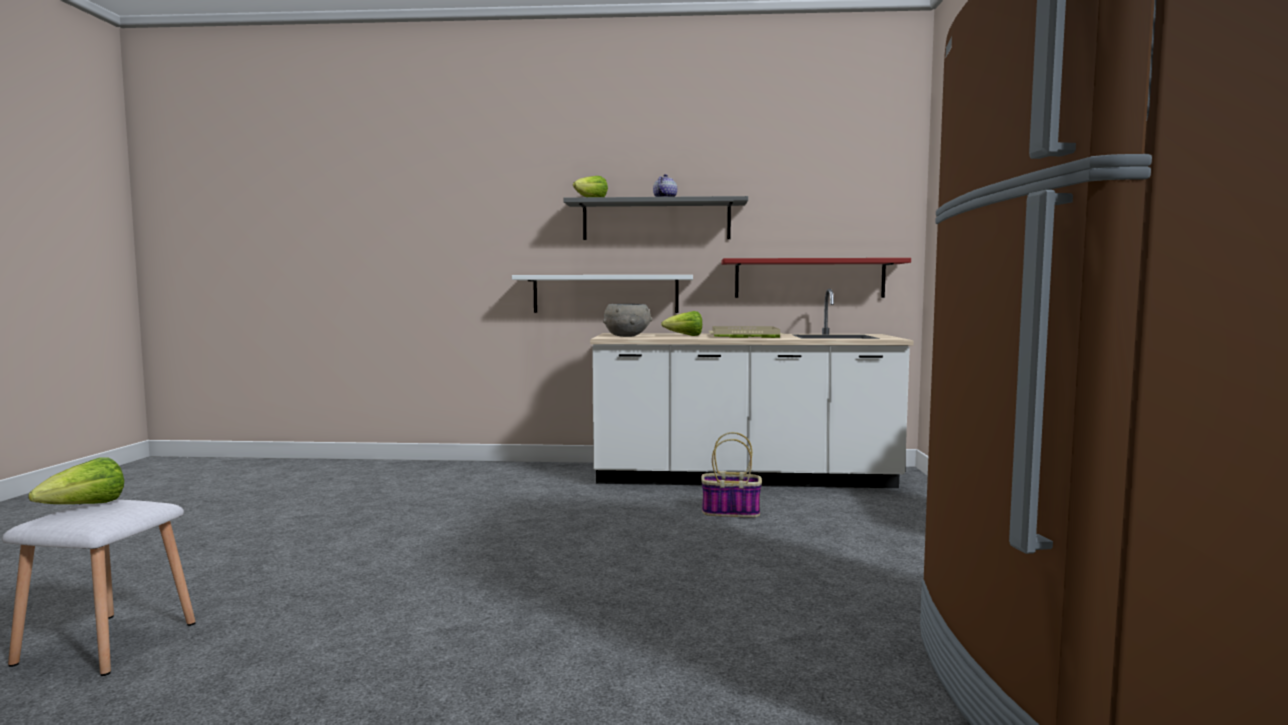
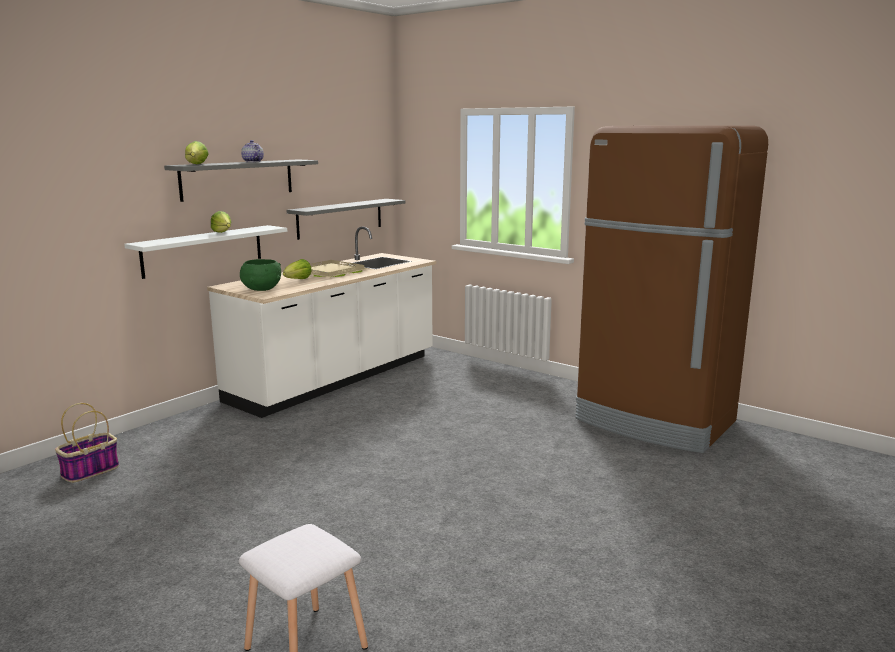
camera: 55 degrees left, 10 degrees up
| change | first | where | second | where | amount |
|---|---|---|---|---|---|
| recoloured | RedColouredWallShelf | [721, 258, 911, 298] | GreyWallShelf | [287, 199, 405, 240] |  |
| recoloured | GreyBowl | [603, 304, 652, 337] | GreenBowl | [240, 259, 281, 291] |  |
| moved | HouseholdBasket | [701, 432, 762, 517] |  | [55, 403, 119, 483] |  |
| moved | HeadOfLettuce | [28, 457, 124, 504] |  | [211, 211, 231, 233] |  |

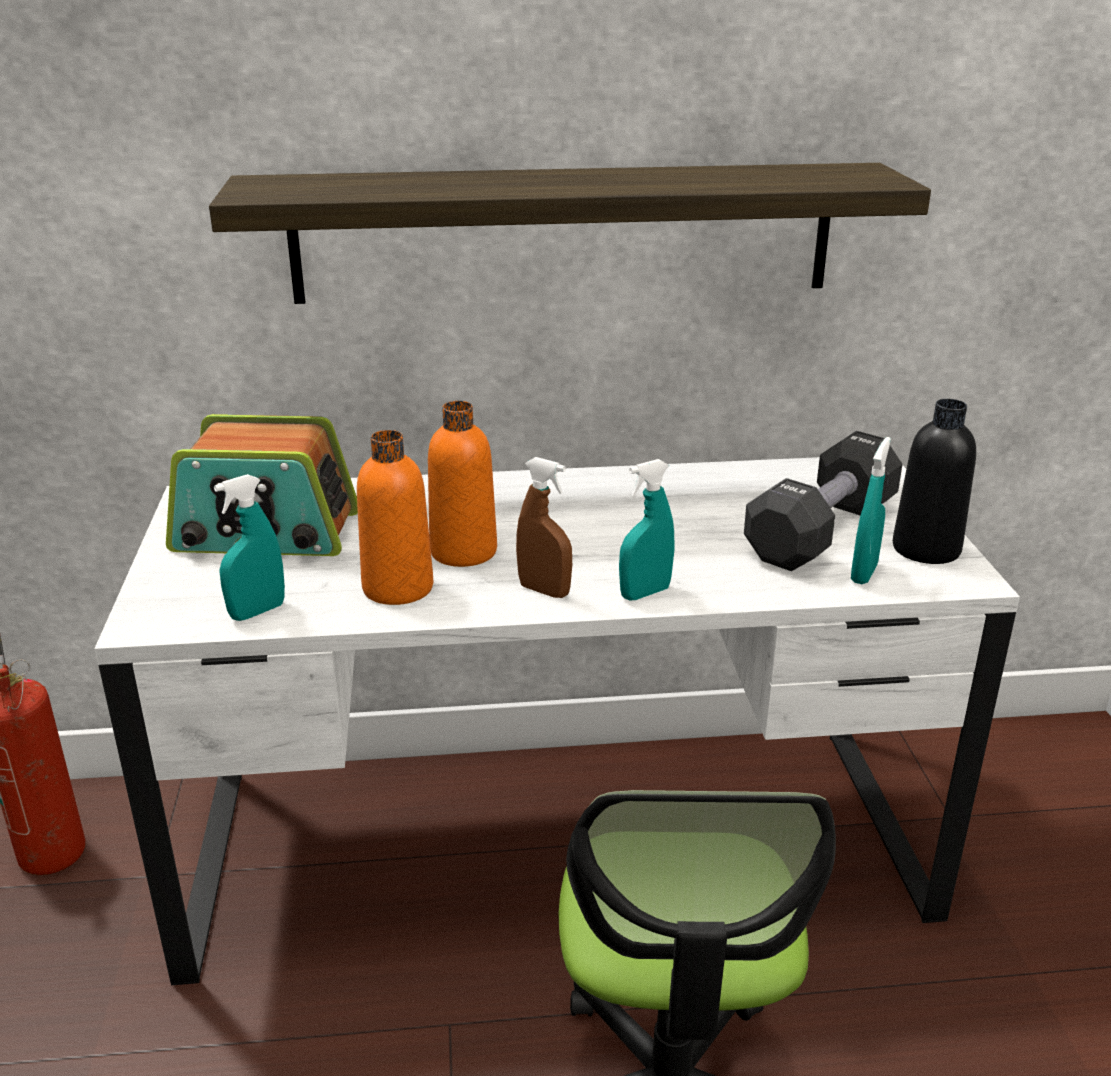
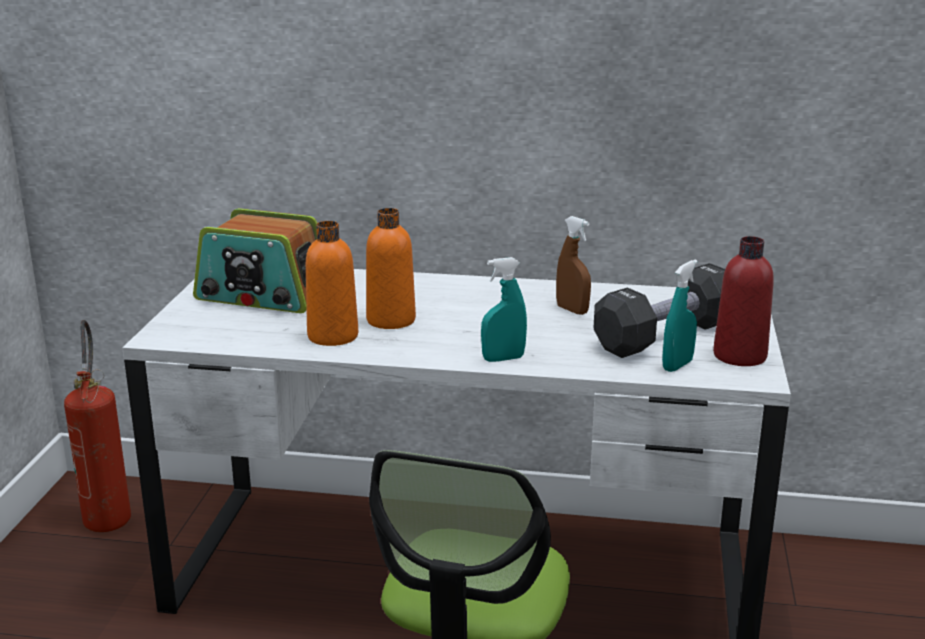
camera: 15 degrees right, 5 degrees down
| change | first | where | second | where | amount |
|---|---|---|---|---|---|
| removed | WallShelf | [209, 163, 931, 304] |  |  |  |
| recoloured | BlackishBeverageBottle | [893, 399, 976, 564] | RedColouredBeverageBottle | [713, 236, 774, 366] |  |
| moved | BrownColouredSprayer | [516, 457, 572, 598] |  | [556, 216, 591, 315] |  |
| removed | TurquoiseColouredSprayer | [214, 474, 285, 621] |  |  |  |

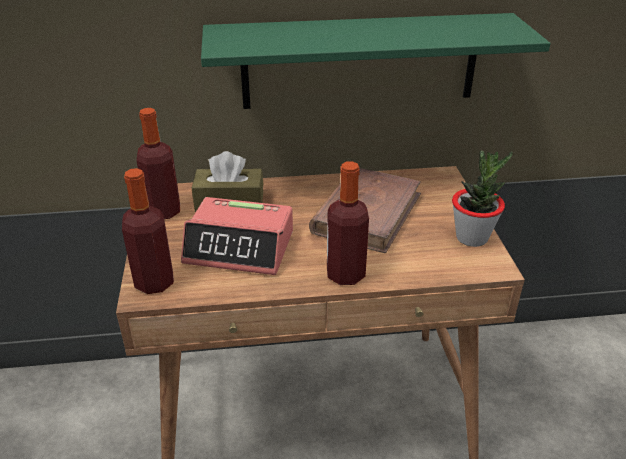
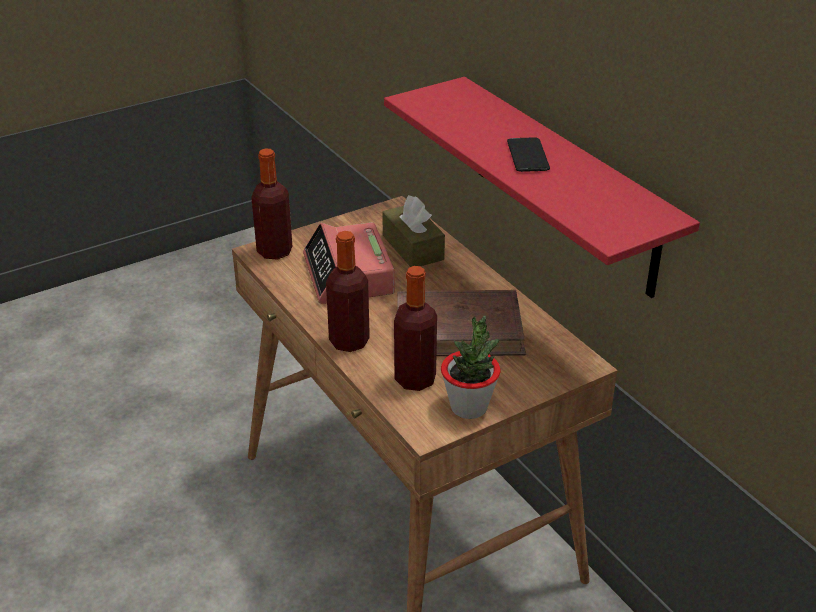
camera: 65 degrees right, 0 degrees up
| change | first | where | second | where | amount |
|---|---|---|---|---|---|
| recoloured | GreenWallShelf | [201, 13, 550, 109] | RedColouredWallShelf | [384, 77, 700, 298] |  |
| moved | BeverageBottle | [136, 108, 180, 219] |  | [394, 266, 437, 391] |  |
| added |  |  | Phone | [507, 137, 550, 172] |  |

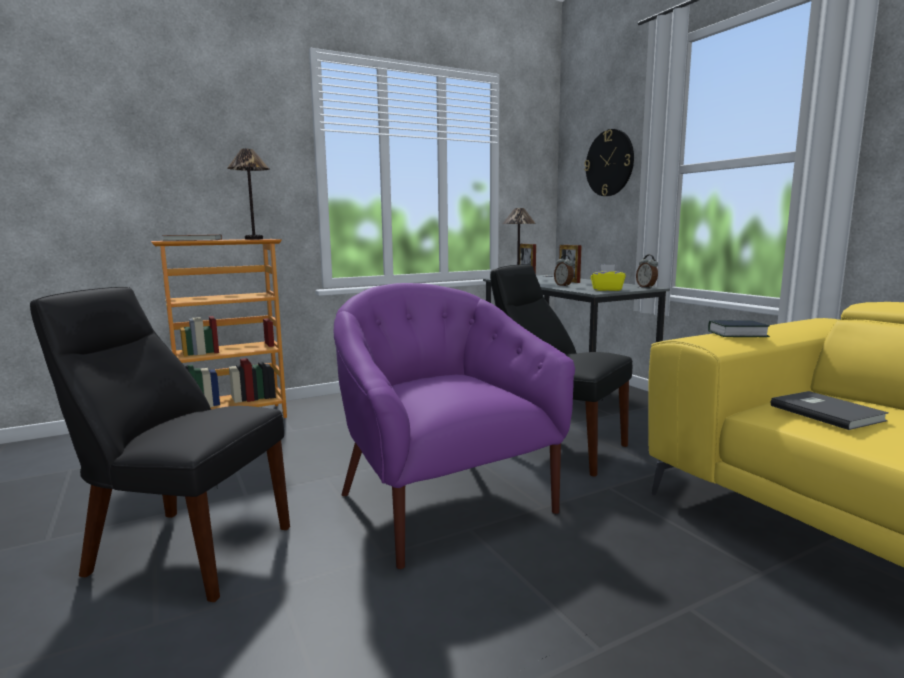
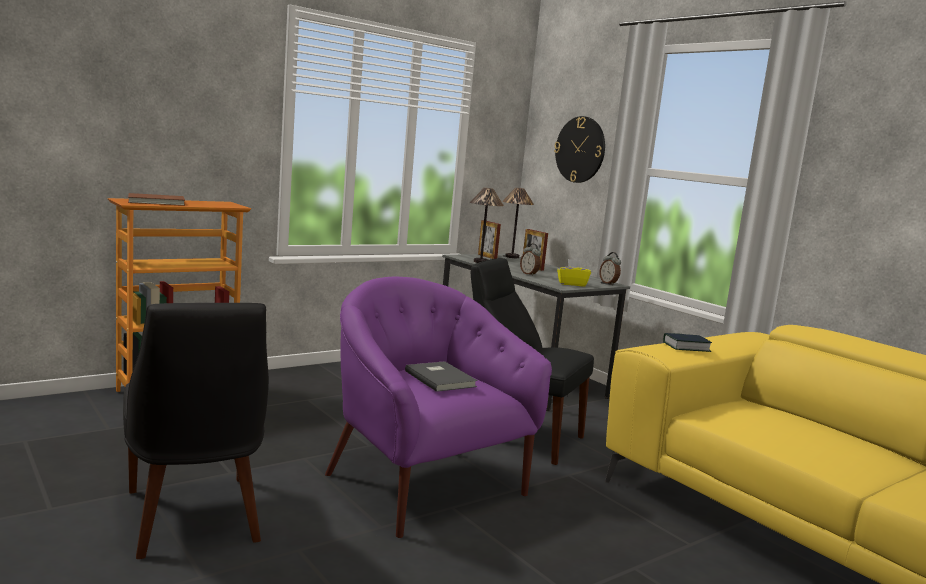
camera: 10 degrees left, 0 degrees up
| change | first | where | second | where | amount |
|---|---|---|---|---|---|
| moved | TabletopLamp | [227, 149, 269, 240] |  | [502, 188, 534, 258] |  |
| turned | BlackishUprightChair | [30, 287, 290, 602] |  | [123, 303, 269, 559] | 120 degrees counterclockwise |
| moved | GreyBoundBook | [771, 391, 889, 430] |  | [405, 361, 478, 392] |  |

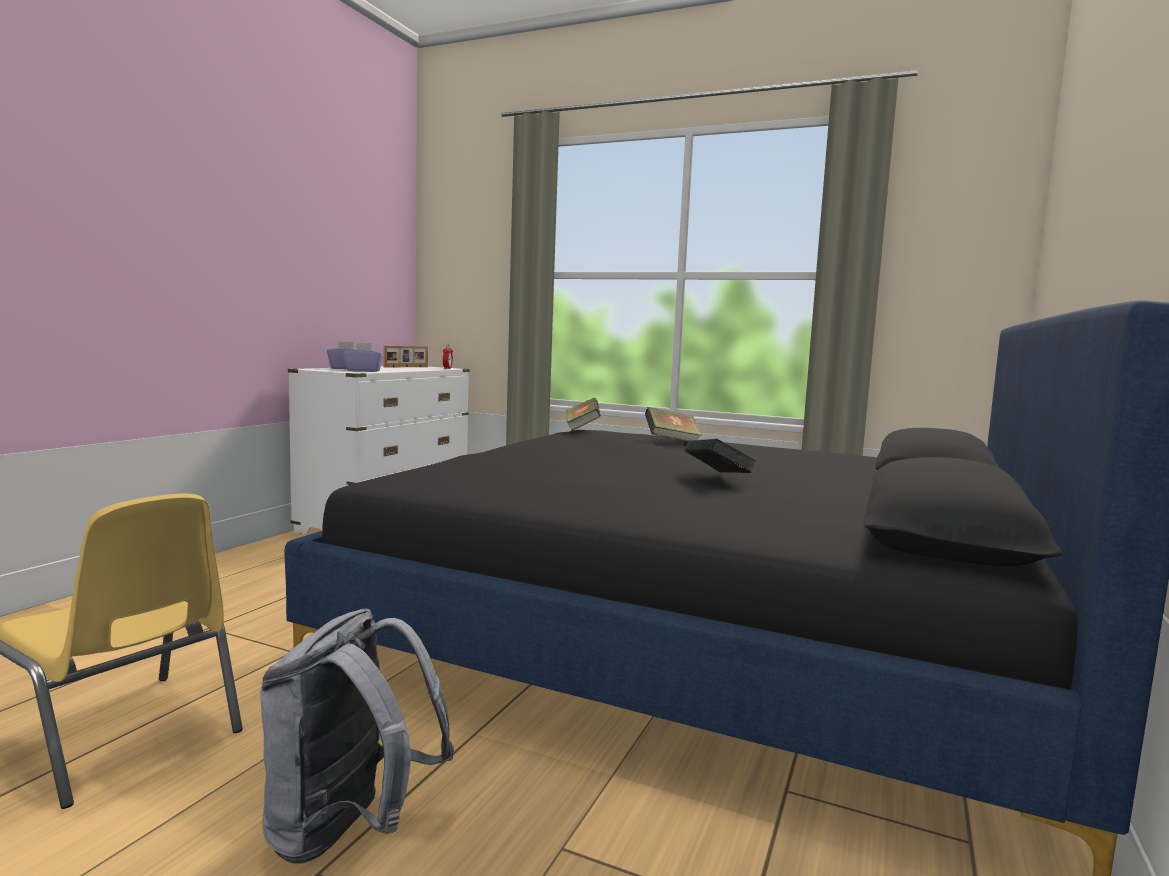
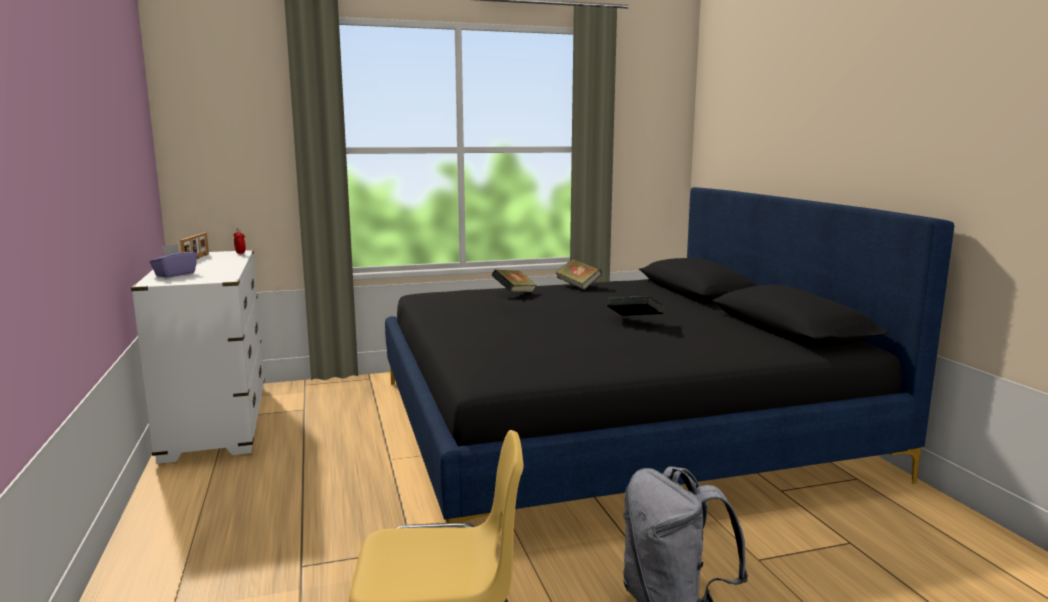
camera: 40 degrees left, 5 degrees up
| change | first | where | second | where | amount |
|---|---|---|---|---|---|
| removed | PurplishBoxOfTissues | [343, 343, 383, 372] |  |  |  |
| moved | BoundBook | [566, 398, 601, 431] |  | [556, 258, 602, 290] |  |

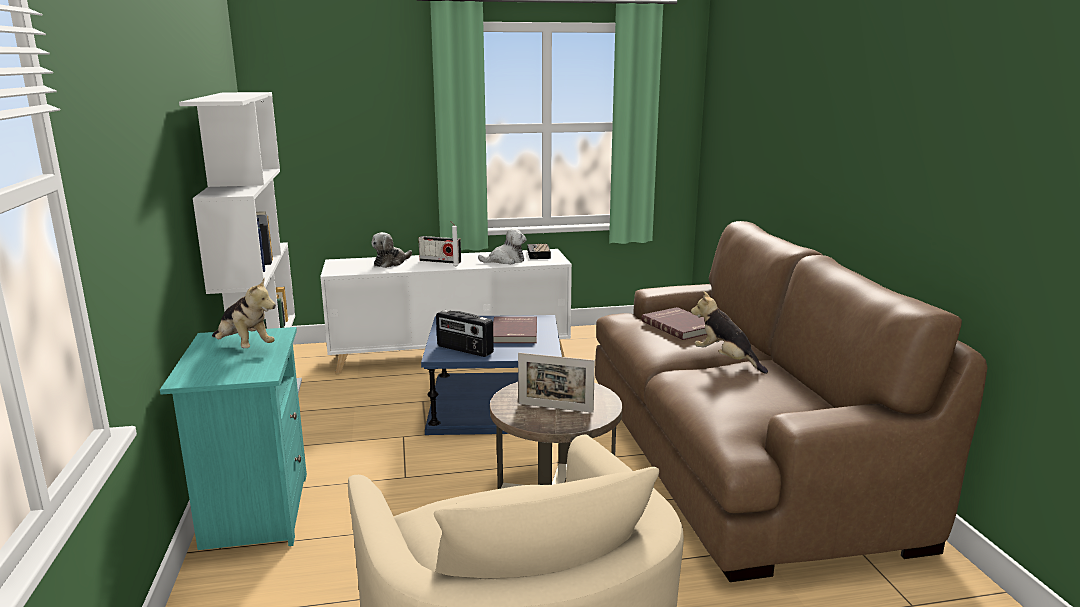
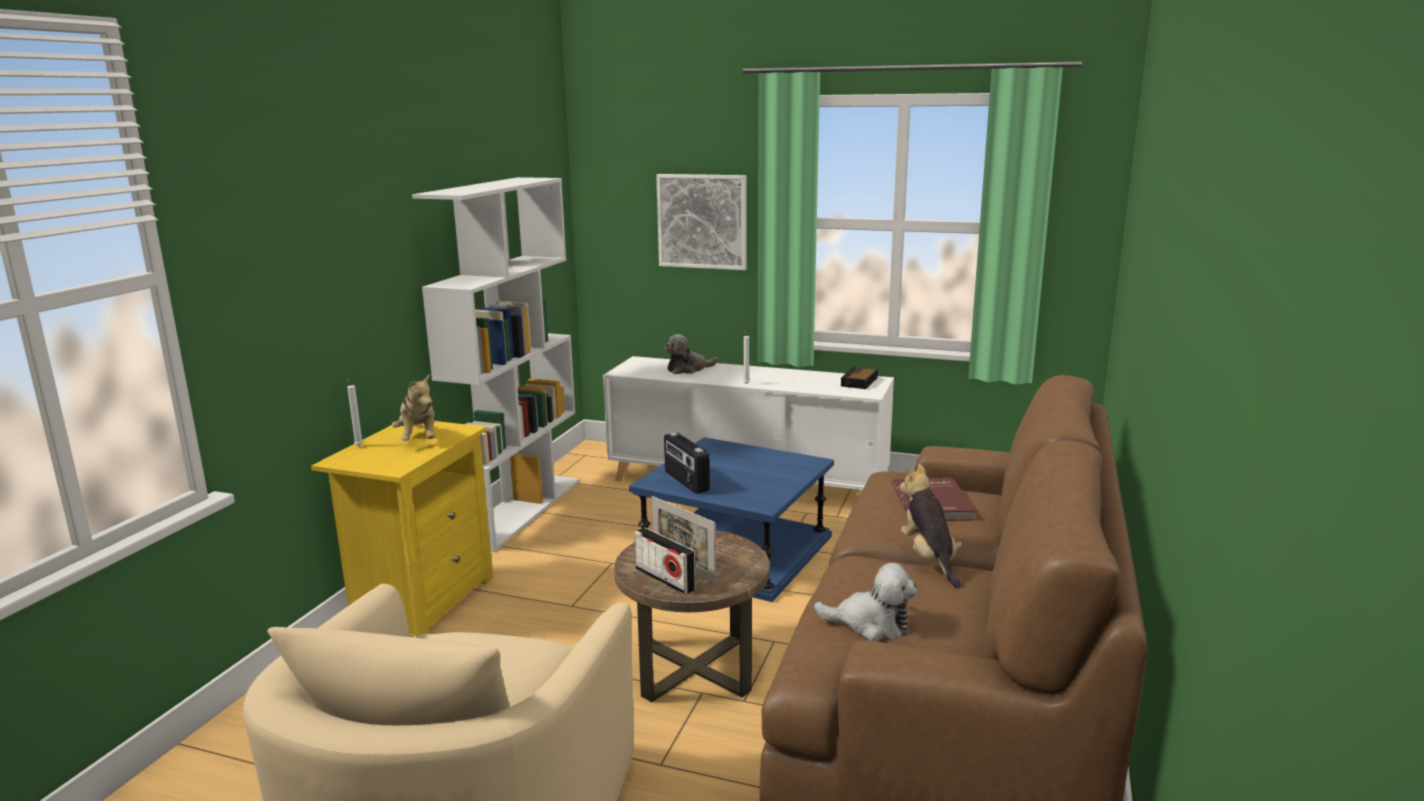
camera: 30 degrees right, 0 degrees up
| change | first | where | second | where | amount |
|---|---|---|---|---|---|
| moved | CuddlyToy | [478, 229, 527, 265] |  | [814, 563, 917, 641] |  |
| moved | Radio | [418, 236, 461, 264] |  | [634, 527, 696, 595] |  |
| removed | RedColouredBoundBook | [493, 316, 537, 343] |  |  |  |
| recoloured | TurquoiseColouredNightstand | [160, 327, 307, 550] | YellowishNightstand | [311, 421, 493, 636] |  |
| added |  |  | WallPicture | [656, 174, 747, 270] |  |
| added |  |  | WhiteWaxLight | [347, 378, 363, 446] |  |

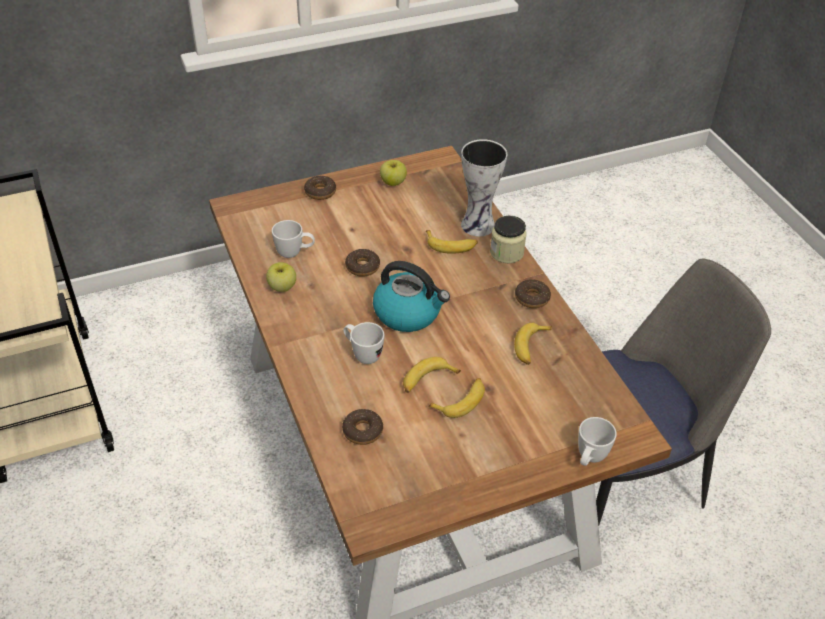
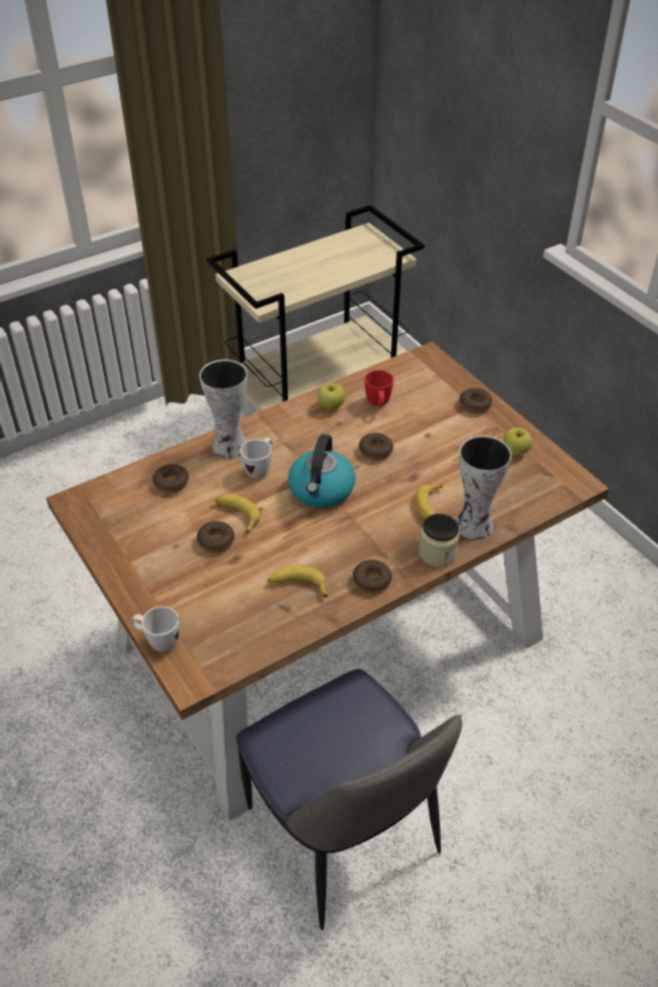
camera: 80 degrees right, 0 degrees up
| change | first | where | second | where | amount |
|---|---|---|---|---|---|
| recoloured | WhiteCoffeeMug | [272, 220, 315, 258] | RedColouredCoffeeMug | [365, 370, 394, 406] |  |
| replaced | Banana | [428, 378, 485, 418] | Donut | [197, 521, 235, 553] |  |
| added |  |  | FlowerVase | [199, 359, 247, 459] |  |

